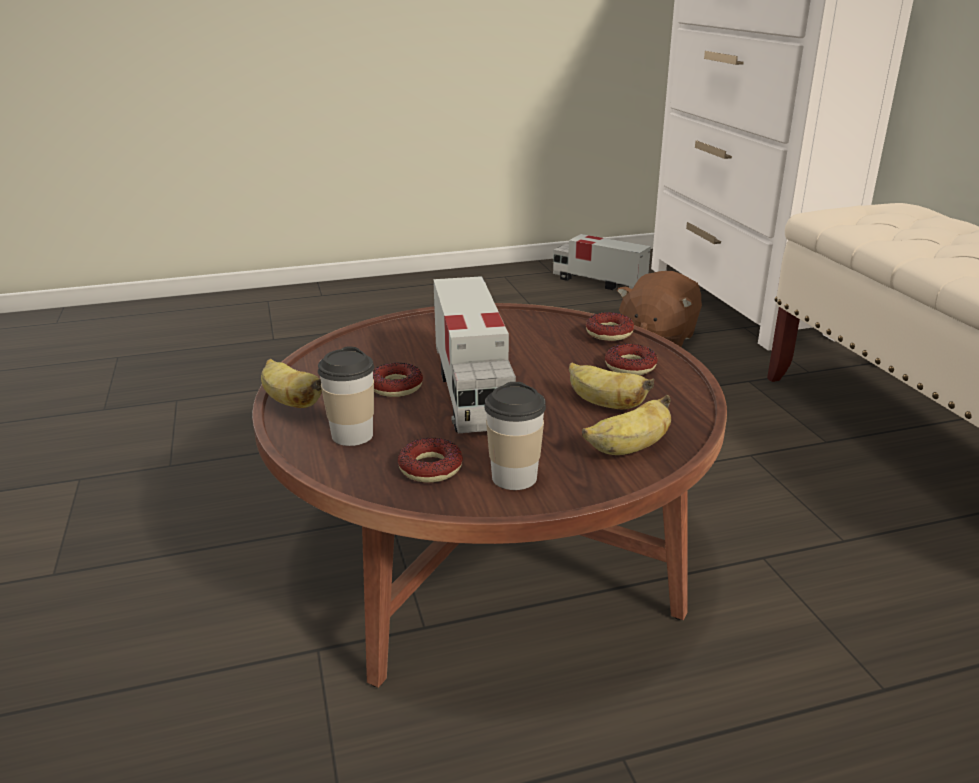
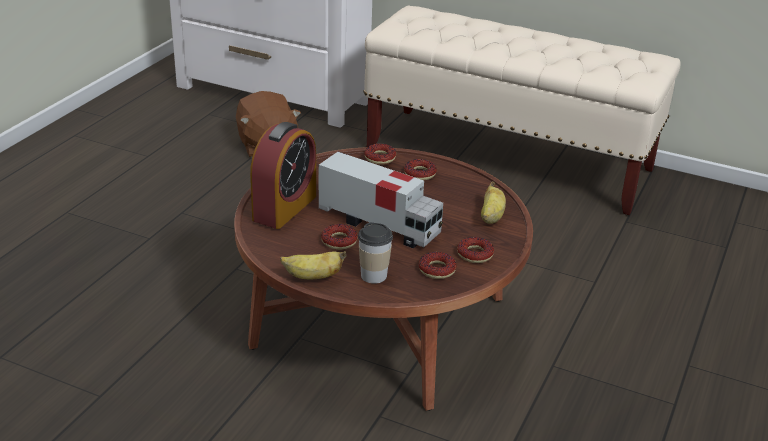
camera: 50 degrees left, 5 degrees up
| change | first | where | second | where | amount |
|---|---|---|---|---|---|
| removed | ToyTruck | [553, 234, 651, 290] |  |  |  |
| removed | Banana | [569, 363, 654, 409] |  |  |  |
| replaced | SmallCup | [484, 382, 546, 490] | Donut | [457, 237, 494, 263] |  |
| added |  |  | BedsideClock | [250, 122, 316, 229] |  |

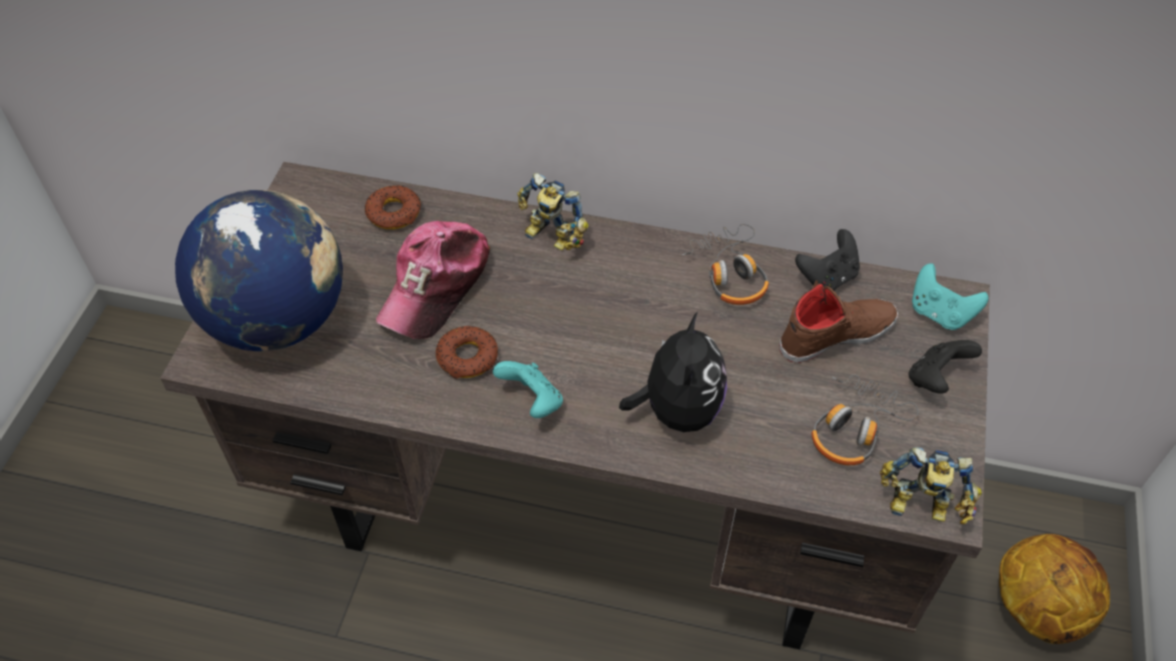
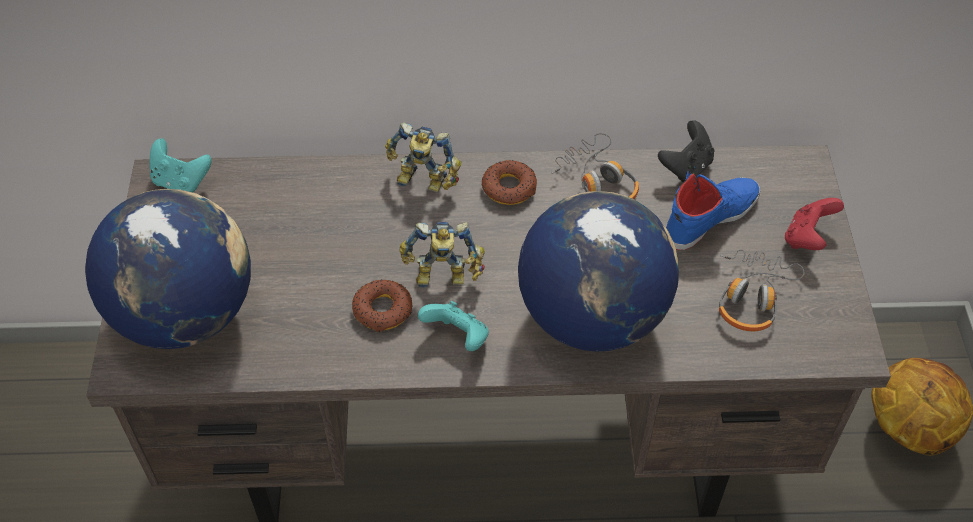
camera: 15 degrees left, 0 degrees up
| change | first | where | second | where | amount |
|---|---|---|---|---|---|
| moved | Donut | [364, 185, 421, 229] |  | [482, 160, 537, 205] |  |
| removed | Cap | [376, 221, 490, 339] |  |  |  |
| moved | TurquoiseColouredJoypad | [912, 264, 989, 330] |  | [150, 138, 212, 193] |  |
| recoloured | BrownColouredShoe | [780, 280, 898, 363] | BlueShoe | [666, 171, 760, 250] |  |
| replaced | CuddlyToy | [619, 311, 727, 432] | Globe | [518, 191, 679, 352] |  |
| recoloured | BlackishJoypad | [909, 340, 982, 394] | RedColouredJoypad | [785, 198, 844, 250] |  |
| moved | ModelRobot | [880, 447, 982, 524] |  | [399, 222, 485, 287] |  |

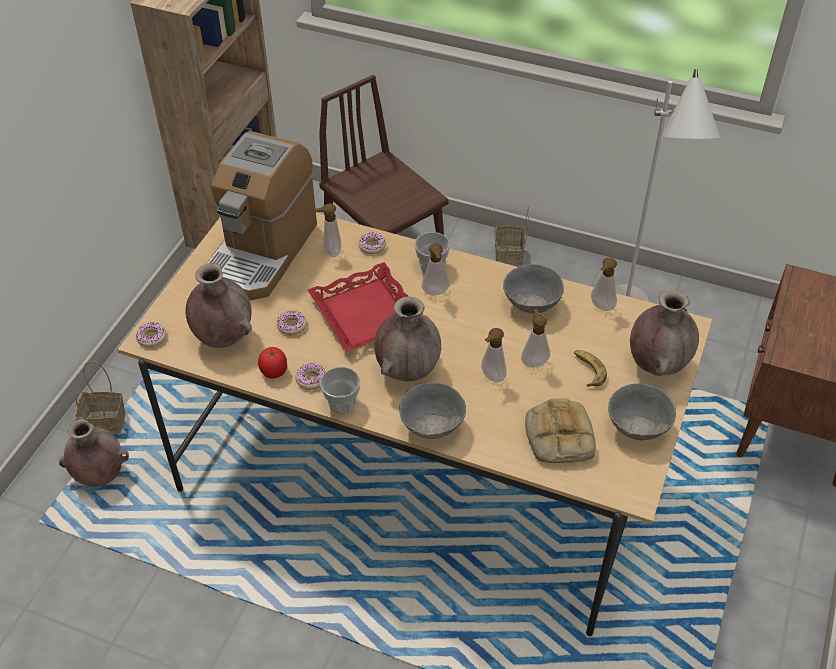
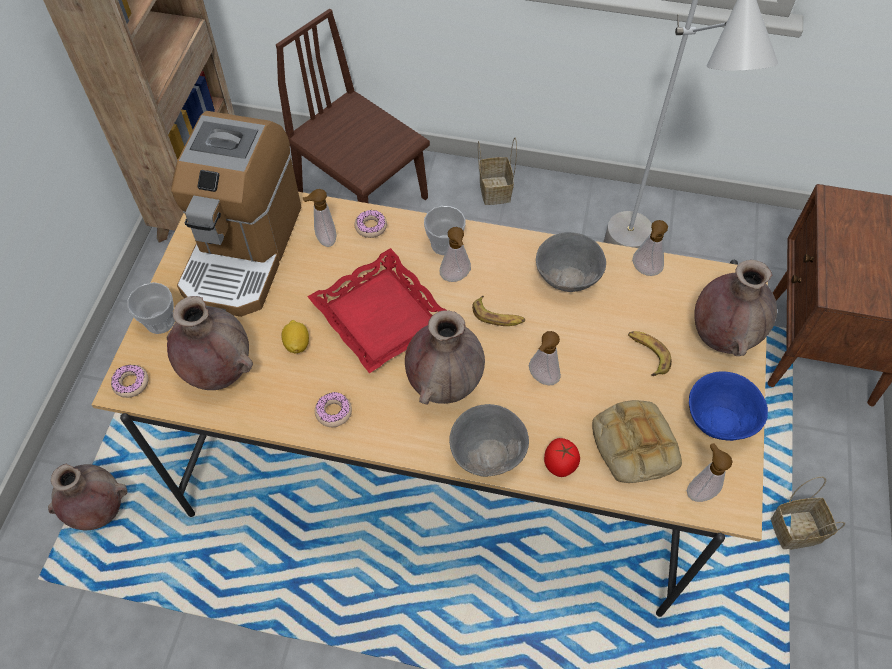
camera: 10 degrees left, 10 degrees up
| change | first | where | second | where | amount |
|---|---|---|---|---|---|
| moved | SoapDispenser | [521, 309, 550, 368] |  | [687, 443, 733, 502] |  |
| replaced | Donut | [277, 310, 307, 335] | Lemon | [282, 320, 309, 353] |  |
| moved | FreshTomato | [258, 347, 287, 379] |  | [544, 438, 580, 477] |  |
| moved | HouseholdBasket | [75, 361, 126, 434] |  | [771, 477, 845, 549] |  |
| moved | SmallCup | [320, 367, 360, 414] |  | [127, 282, 175, 334] |  |
| recoloured | GreyBowl | [608, 384, 676, 441] | BlueBowl | [689, 372, 768, 441] |  |
| added |  |  | Banana | [472, 296, 525, 326] |  |

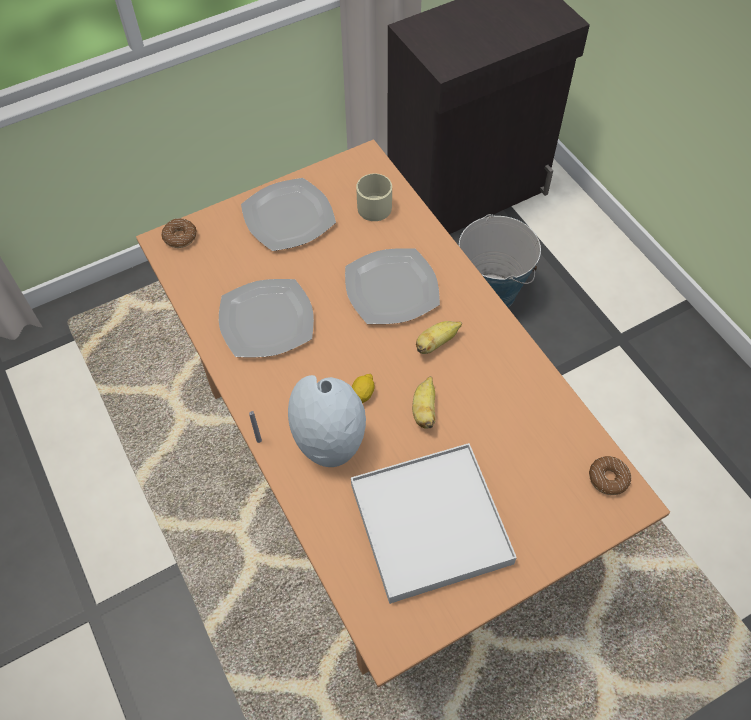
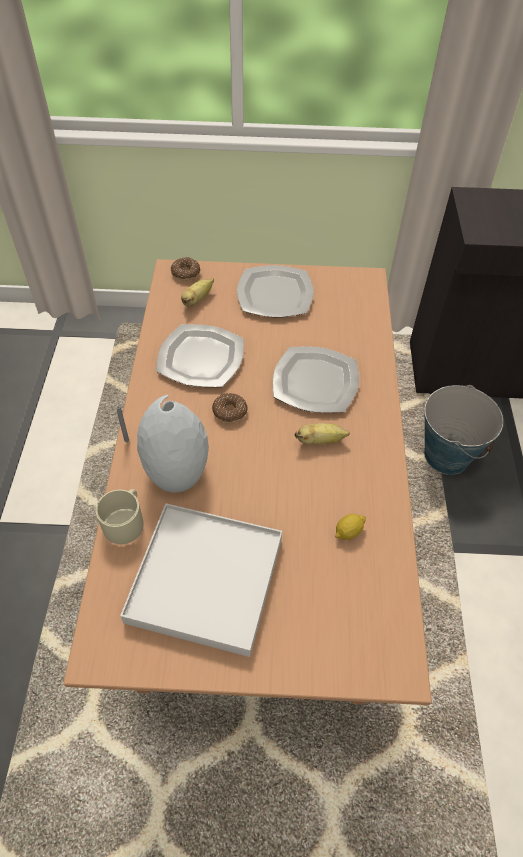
camera: 30 degrees right, 5 degrees down
| change | first | where | second | where | amount |
|---|---|---|---|---|---|
| moved | BeigeCoffeeMug | [356, 173, 392, 221] |  | [96, 489, 144, 544] |  |
| moved | Lemon | [352, 374, 375, 403] |  | [335, 514, 366, 540] |  |
| moved | Banana | [412, 376, 435, 429] |  | [181, 278, 214, 307] |  |
| moved | Donut | [589, 456, 631, 495] |  | [212, 393, 248, 423] |  |

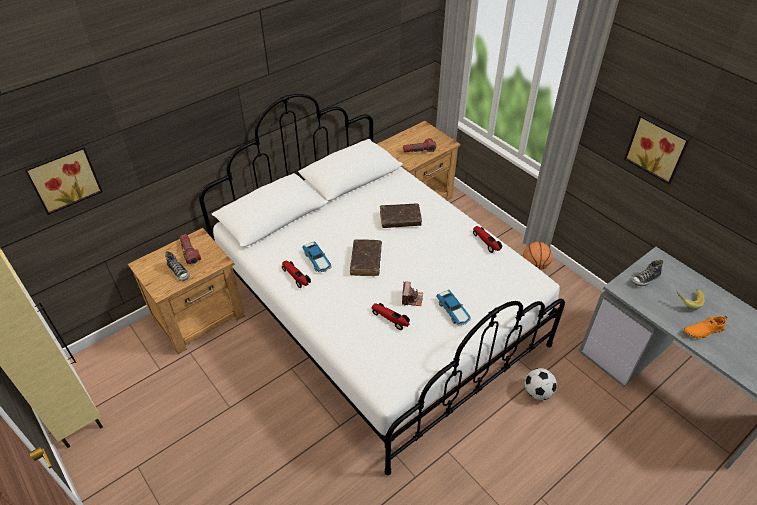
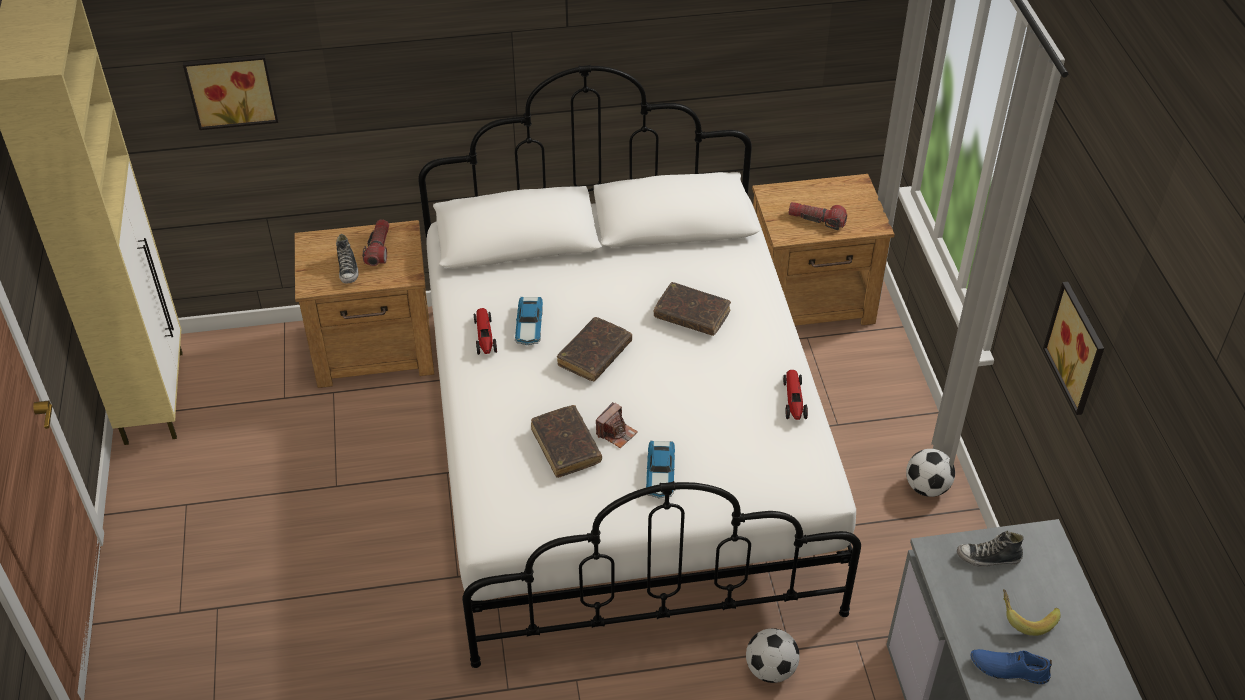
camera: 30 degrees right, 0 degrees up
| change | first | where | second | where | amount |
|---|---|---|---|---|---|
| replaced | BallForBasketball | [523, 242, 553, 270] | BallForFootball | [906, 449, 955, 497] |  |
| replaced | ToyCar | [372, 303, 410, 330] | BrownColouredBoundBook | [531, 405, 602, 478] |  |
| recoloured | OrangeColouredShoe | [684, 316, 727, 339] | BlueShoe | [971, 649, 1052, 684] |  |

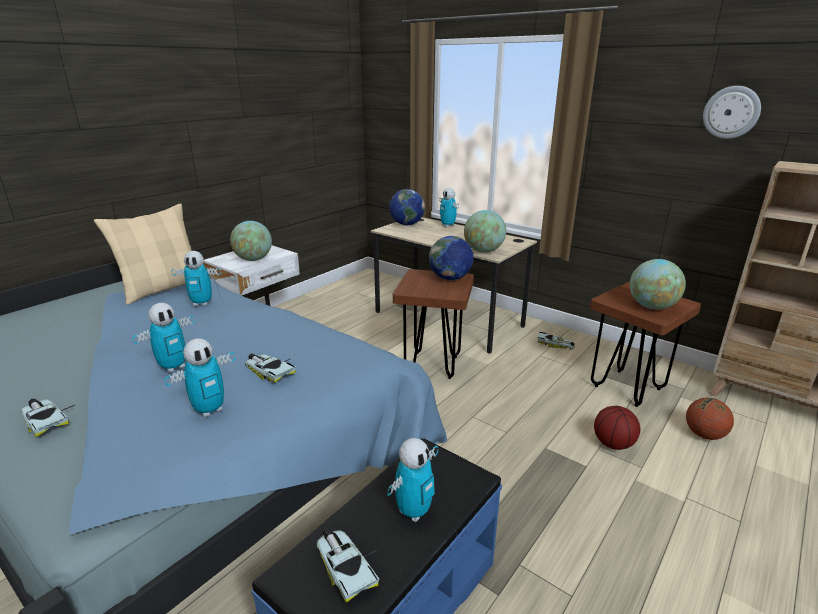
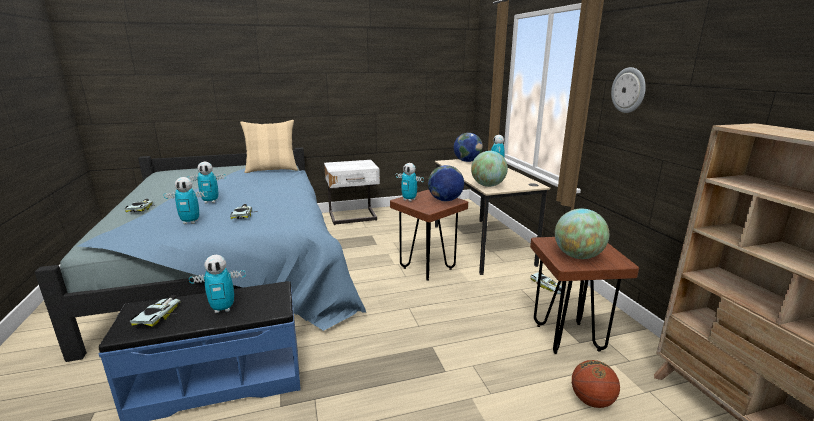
camera: 35 degrees right, 5 degrees down
| change | first | where | second | where | amount |
|---|---|---|---|---|---|
| moved | WallClock | [703, 86, 761, 139] |  | [611, 67, 646, 113] |  |
| removed | Globe | [230, 221, 272, 261] |  |  |  |
| moved | ModelRobot | [171, 251, 221, 306] |  | [396, 163, 424, 202] |  |
| removed | BallForBasketball | [594, 406, 640, 450] |  |  |  |

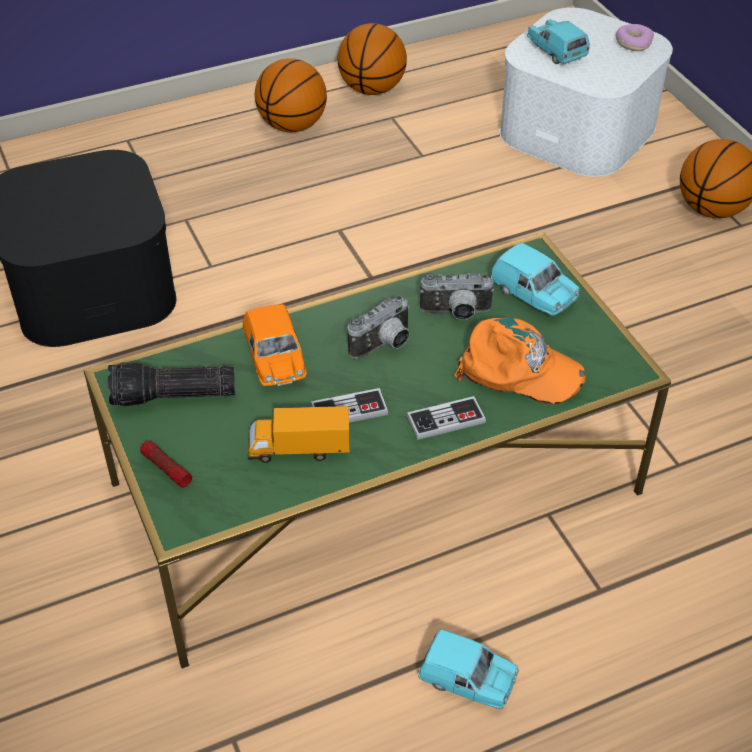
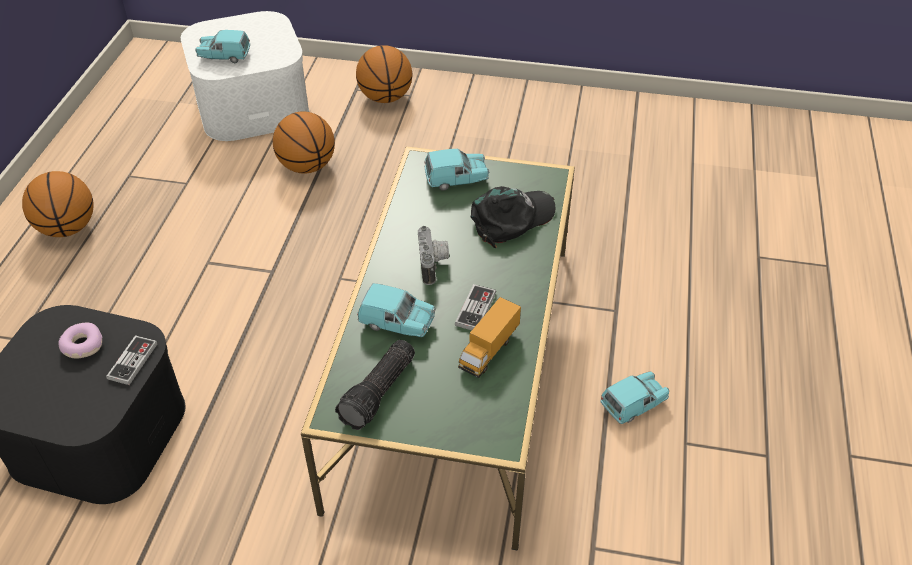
camera: 55 degrees left, 0 degrees up
| change | first | where | second | where | amount |
|---|---|---|---|---|---|
| moved | BallForBasketball | [338, 23, 407, 95] |  | [273, 111, 335, 174] |  |
| moved | Donut | [616, 24, 654, 51] |  | [59, 323, 103, 358] |  |
| removed | StillCamera | [420, 273, 494, 320] |  |  |  |
| recoloured | OrangeColouredToyCar | [243, 304, 307, 386] | TurquoiseColouredToyCar | [357, 283, 435, 337] |  |
| recoloured | OrangeColouredCap | [454, 318, 586, 404] | BlackishCap | [471, 186, 556, 248] |  |
| moved | Joypad | [406, 396, 486, 440] |  | [106, 335, 158, 385] |  |
| removed | Torch | [140, 441, 192, 488] |  |  |  |

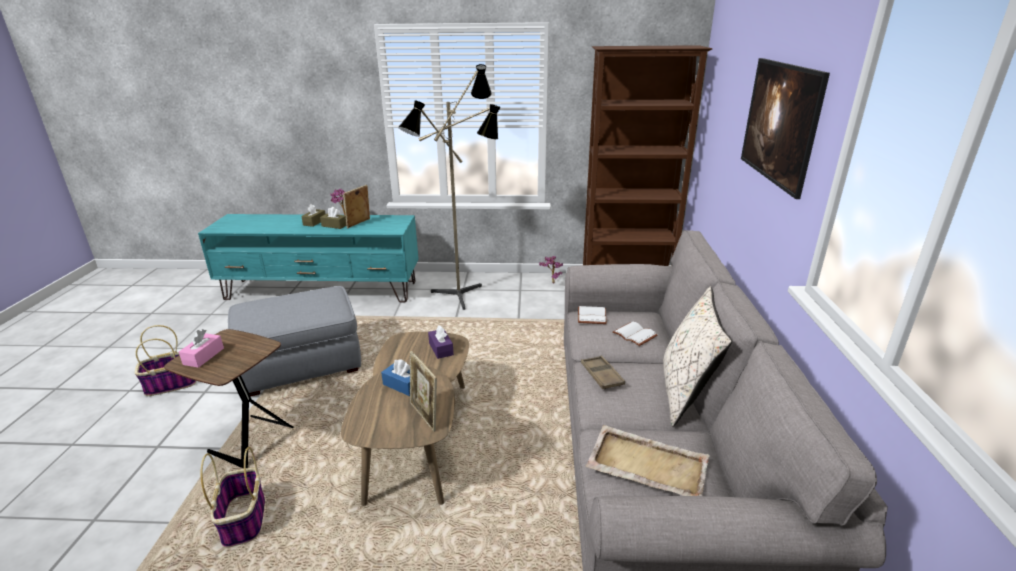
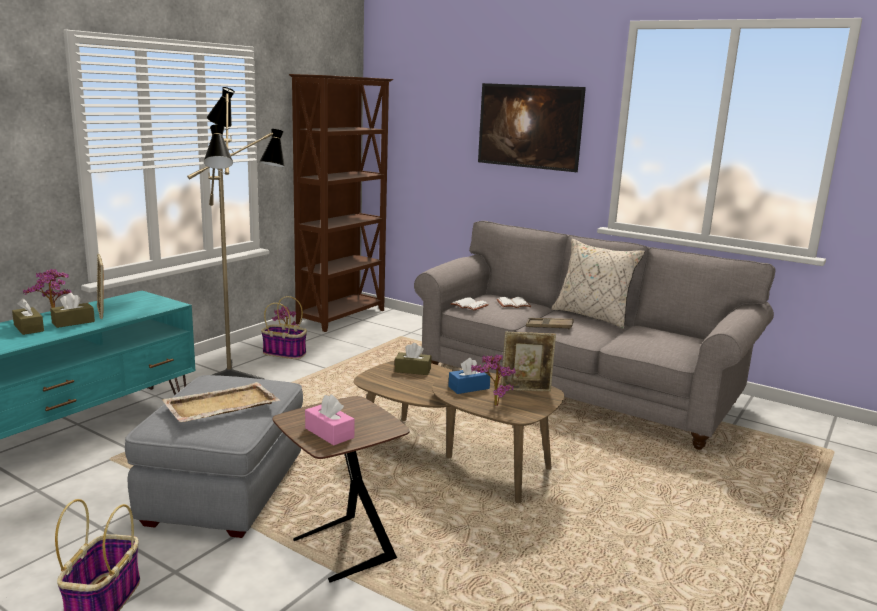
camera: 60 degrees left, 10 degrees down
| change | first | where | second | where | amount |
|---|---|---|---|---|---|
| recoloured | PurplishBoxOfTissues | [428, 325, 454, 359] | BrownColouredBoxOfTissues | [395, 343, 431, 375] |  |
| moved | BeigeCarryingTray | [586, 425, 710, 496] |  | [162, 382, 280, 422] |  |
| moved | HouseholdBasket | [201, 447, 265, 548] |  | [261, 296, 307, 359] |  |
| added |  |  | PlantInAPot | [471, 355, 516, 406] |  |

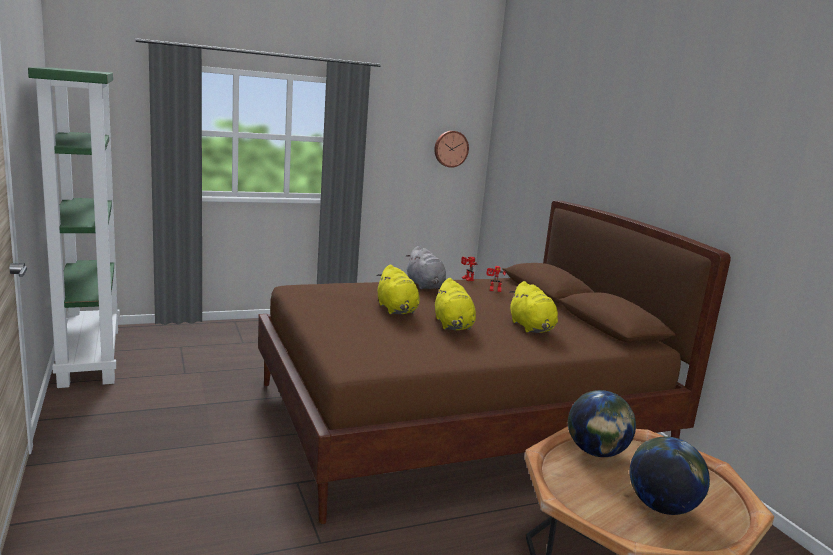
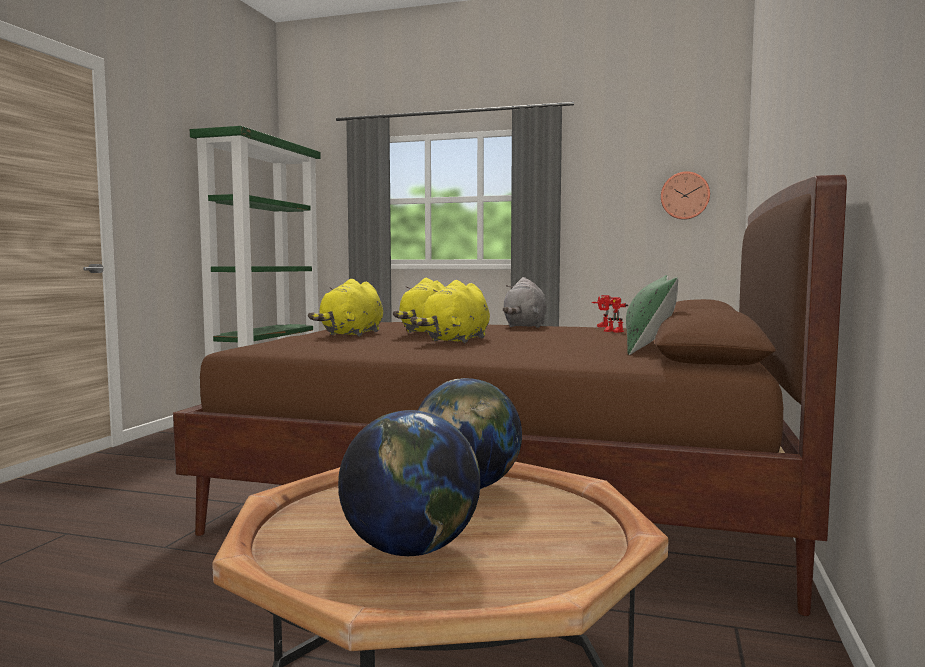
camera: 40 degrees right, 10 degrees down
| change | first | where | second | where | amount |
|---|---|---|---|---|---|
| moved | YellowishCuddlyToy | [509, 281, 558, 333] |  | [308, 279, 383, 336] |  |
| added |  |  | GreenPillow | [626, 275, 678, 355] |  |

